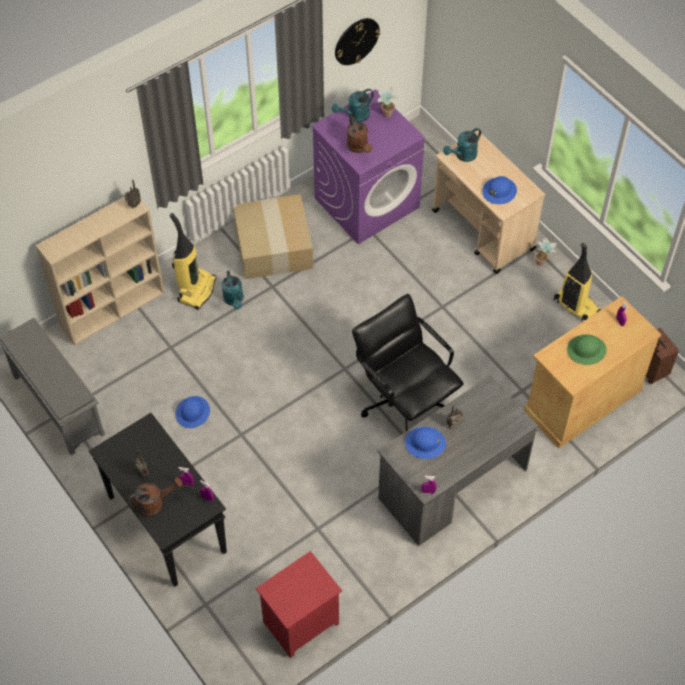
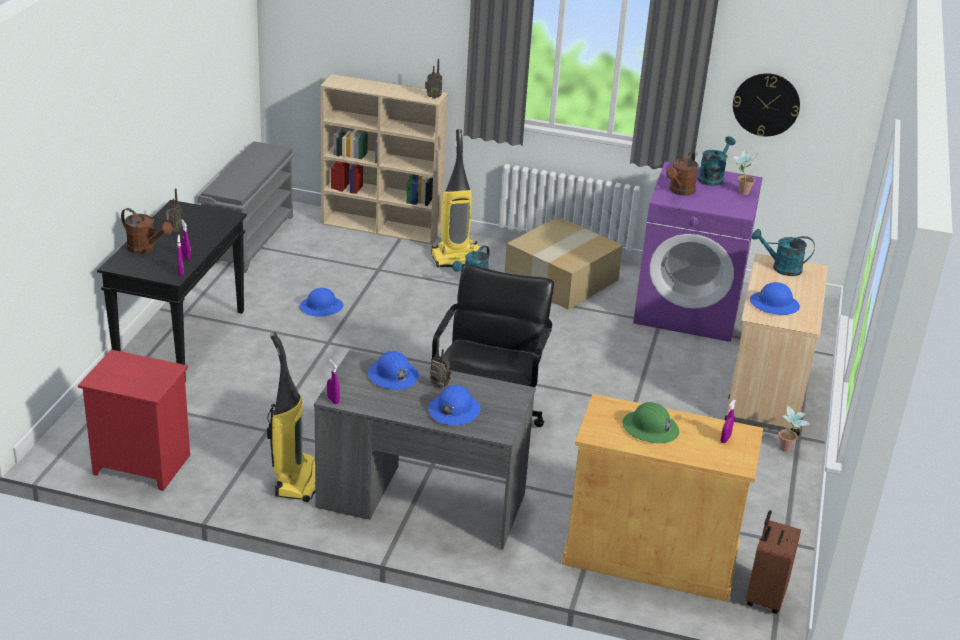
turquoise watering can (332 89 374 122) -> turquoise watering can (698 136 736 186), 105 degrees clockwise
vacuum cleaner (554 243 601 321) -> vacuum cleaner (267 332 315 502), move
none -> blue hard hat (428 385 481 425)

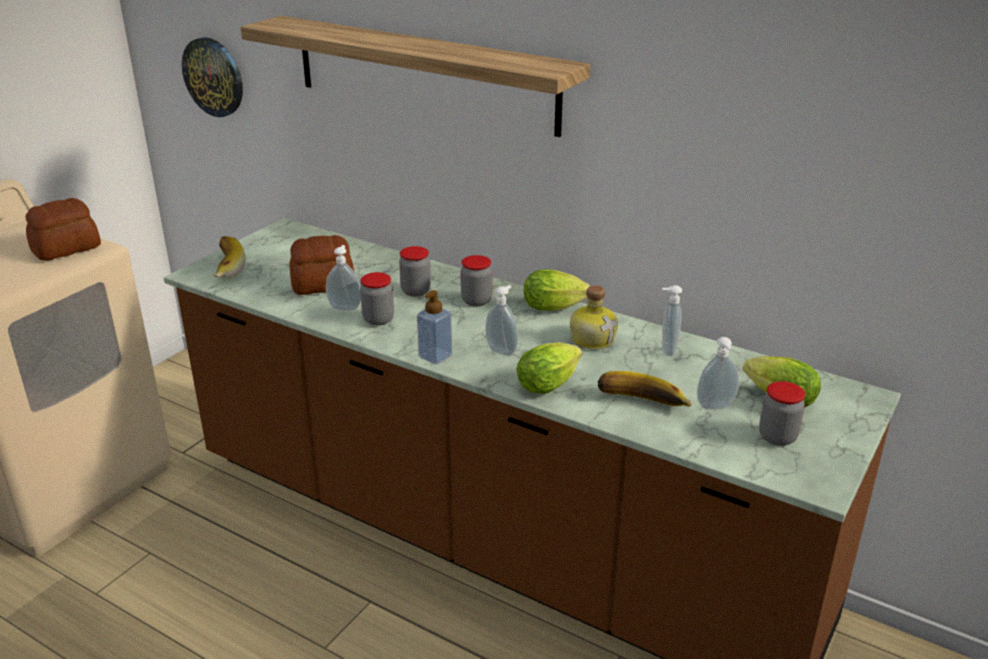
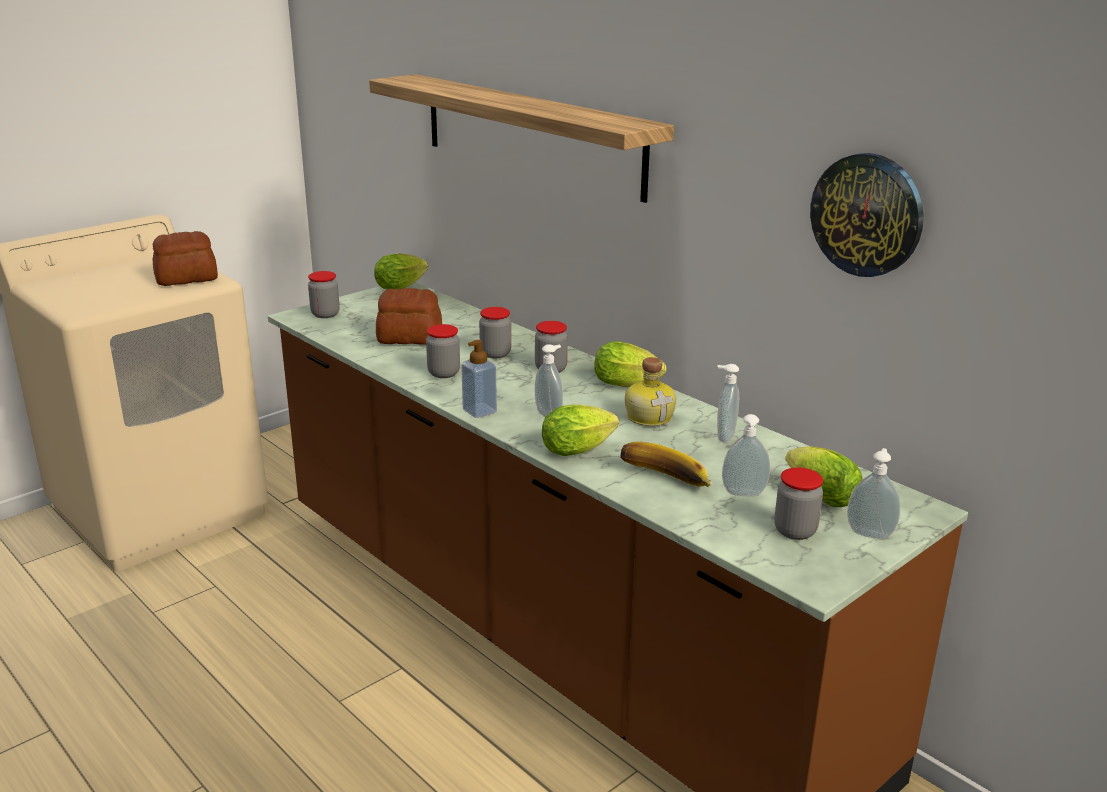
wall clock (182 37 243 117) -> wall clock (810 153 924 277), move
banana (213 236 245 278) -> jar (308 271 340 318)
soap dispenser (326 245 361 311) -> soap dispenser (847 448 900 539), move
none -> lettuce (374 254 428 290)

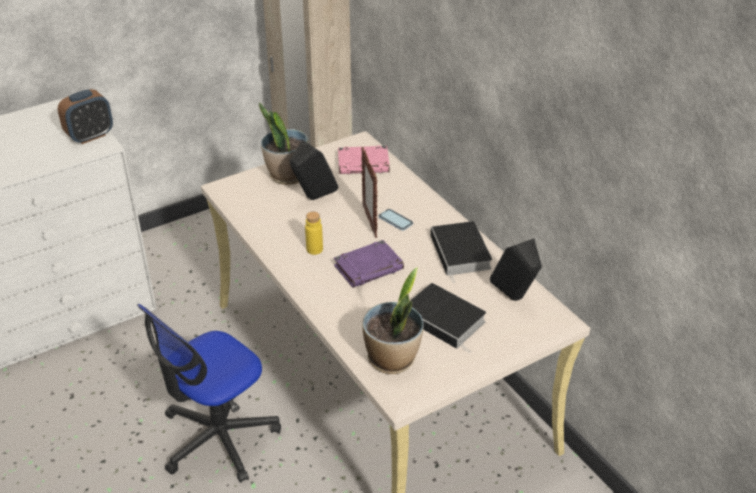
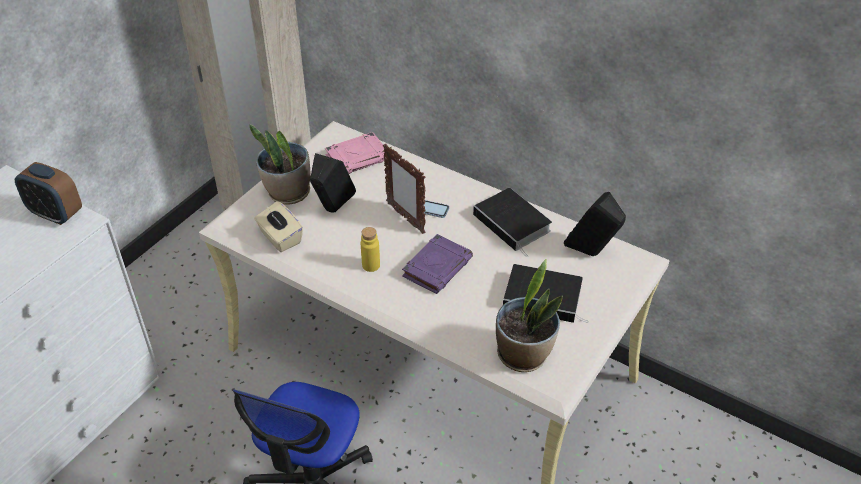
alarm clock (58 89 113 144) -> alarm clock (15 162 82 225), 90 degrees clockwise
none -> beige tissue box (254 201 303 252)

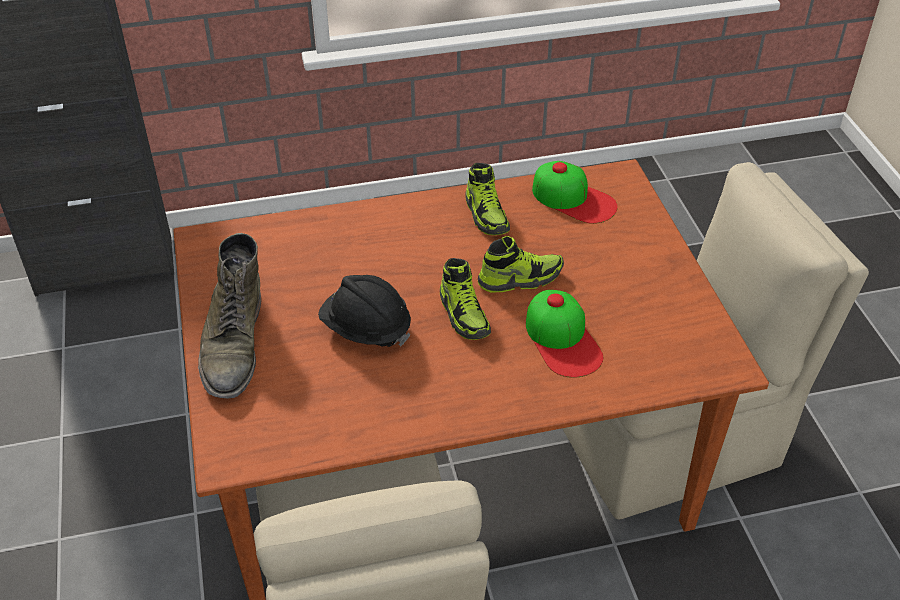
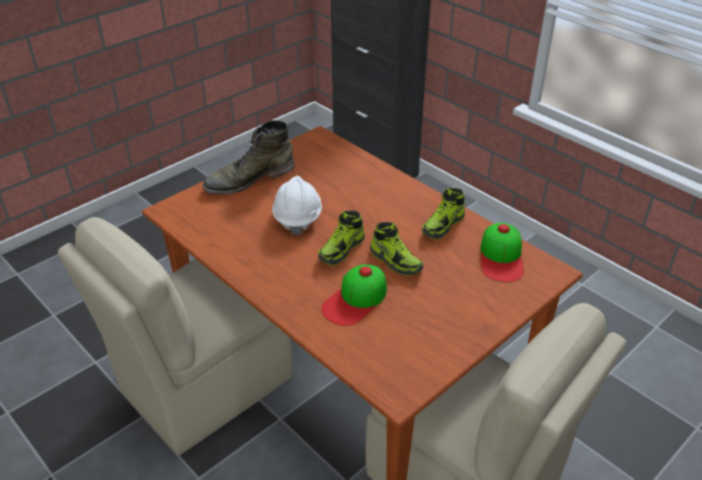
black hard hat (318 275 411 347) -> white hard hat (272 176 322 236)

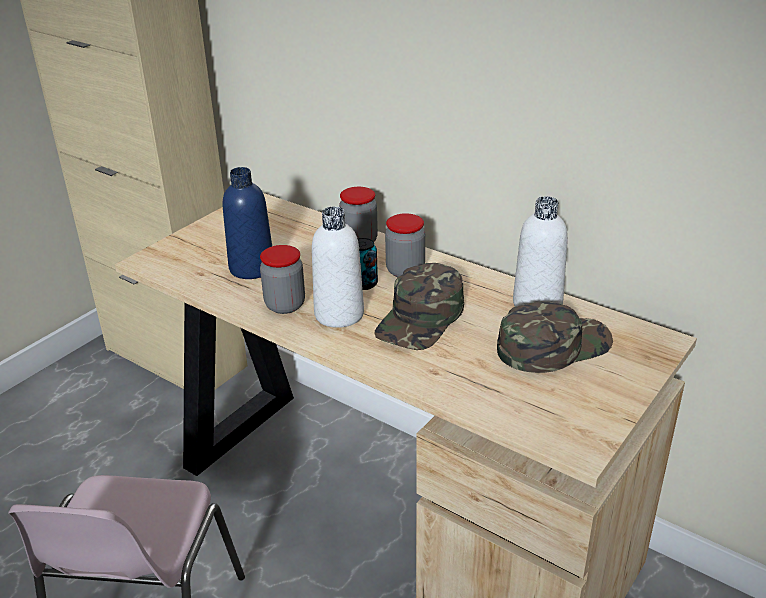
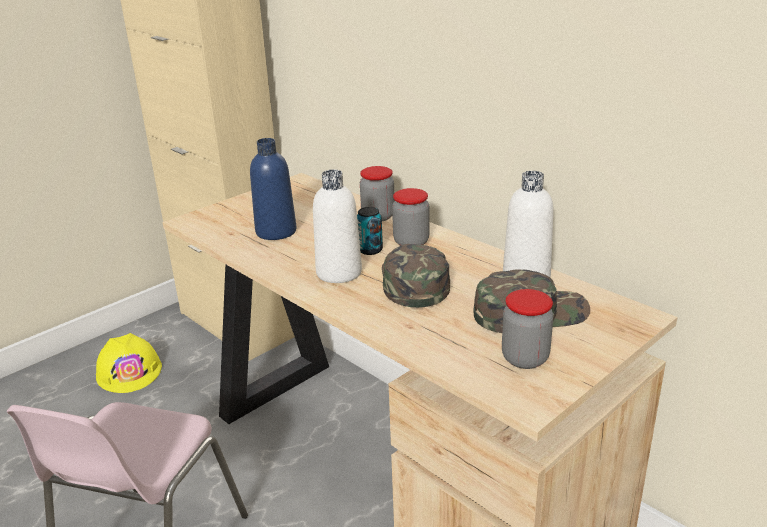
jar (260 245 305 314) -> jar (502 289 553 369), move
green cap (374 263 464 350) -> green cap (382 244 450 308), 135 degrees clockwise
none -> yellow hard hat (96 333 162 393)

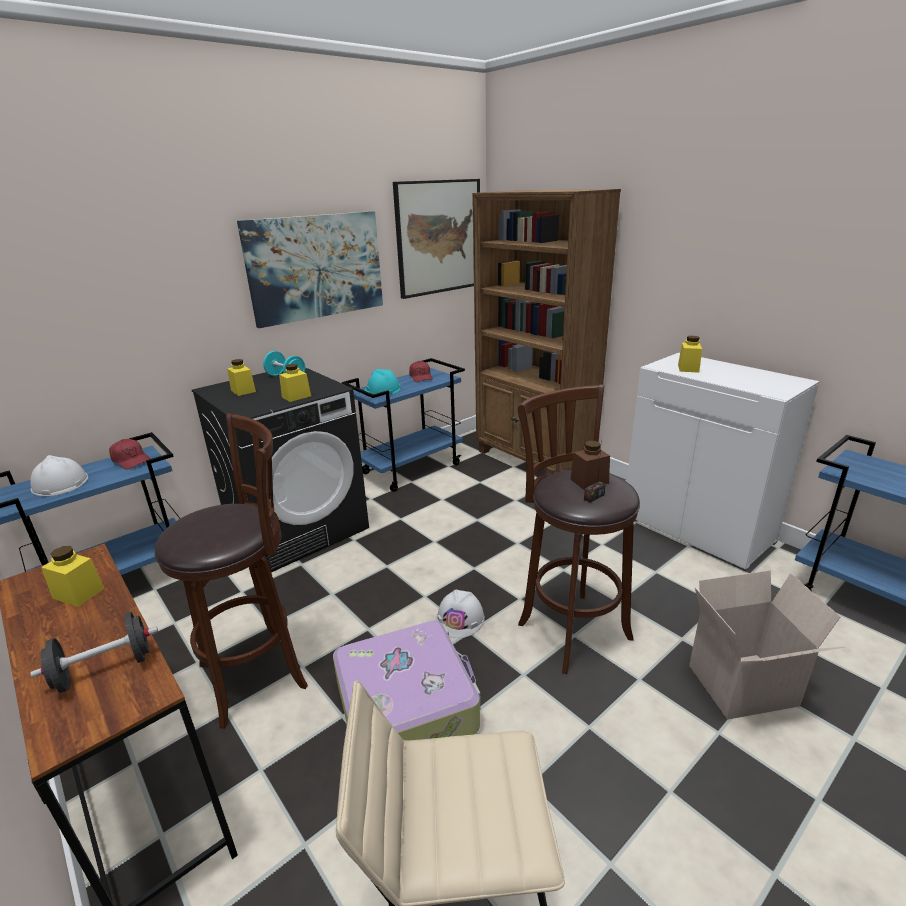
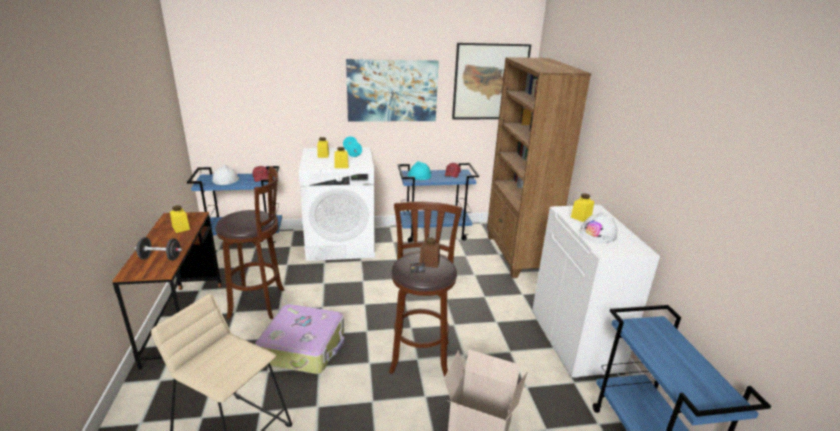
black washing machine (192 367 369 572) -> white washing machine (299 147 375 261)
white hard hat (436 590 485 638) -> white hard hat (579 212 617 243), move

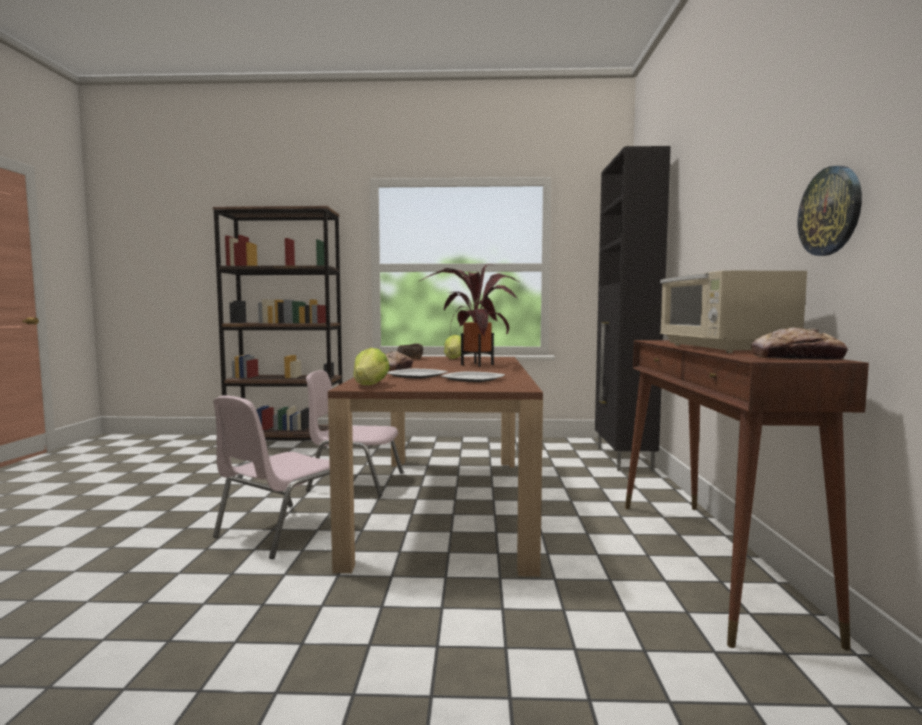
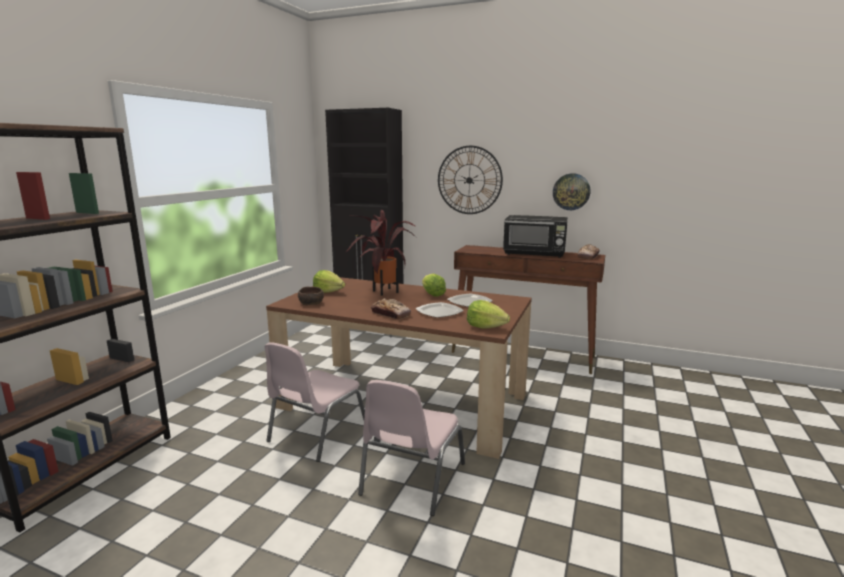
beige microwave (660 271 807 353) -> black microwave (503 215 568 258)
pink chair (213 395 330 559) -> pink chair (358 380 465 516), 60 degrees clockwise
none -> wall clock (438 146 503 214)
none -> lettuce (422 273 446 297)

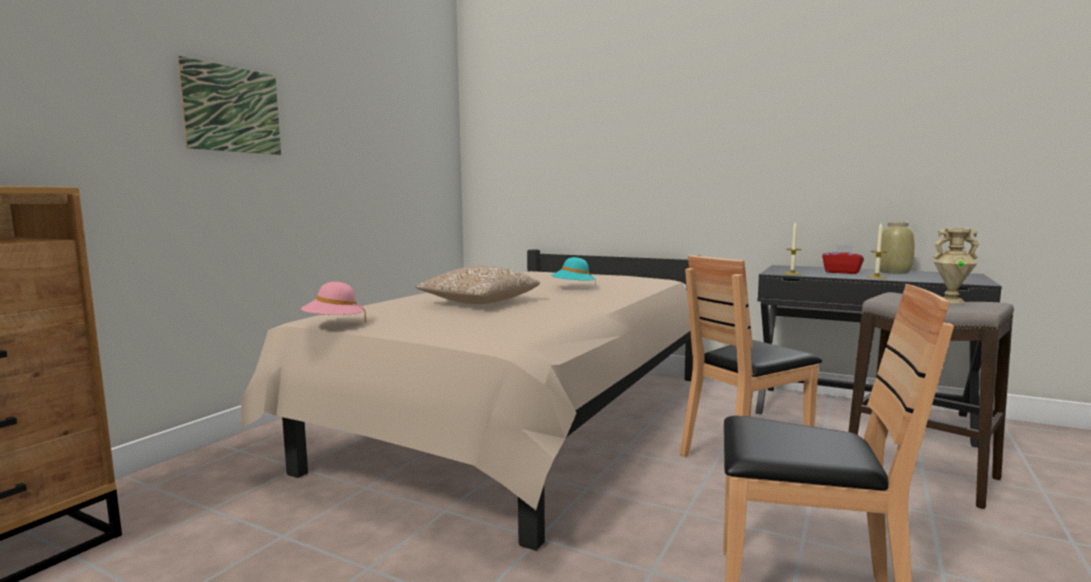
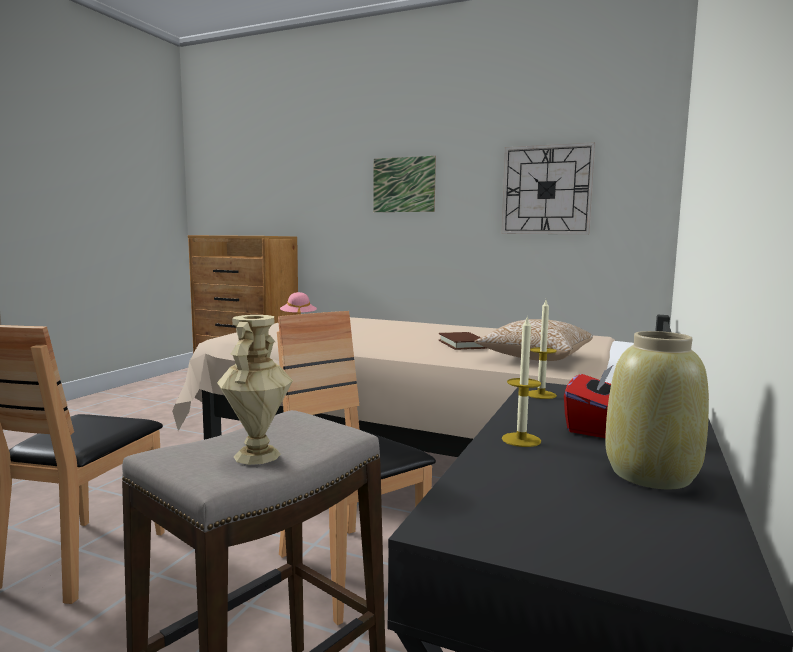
turquoise hat (551 257 596 287) -> brown book (439 332 486 350)
pillow (416 266 540 304) -> pillow (474 319 593 361), move
none -> wall clock (501 142 595 234)

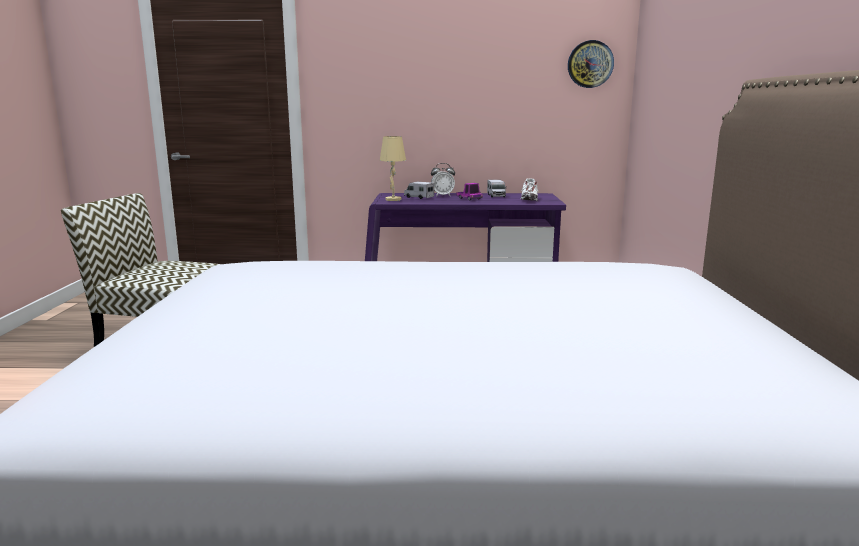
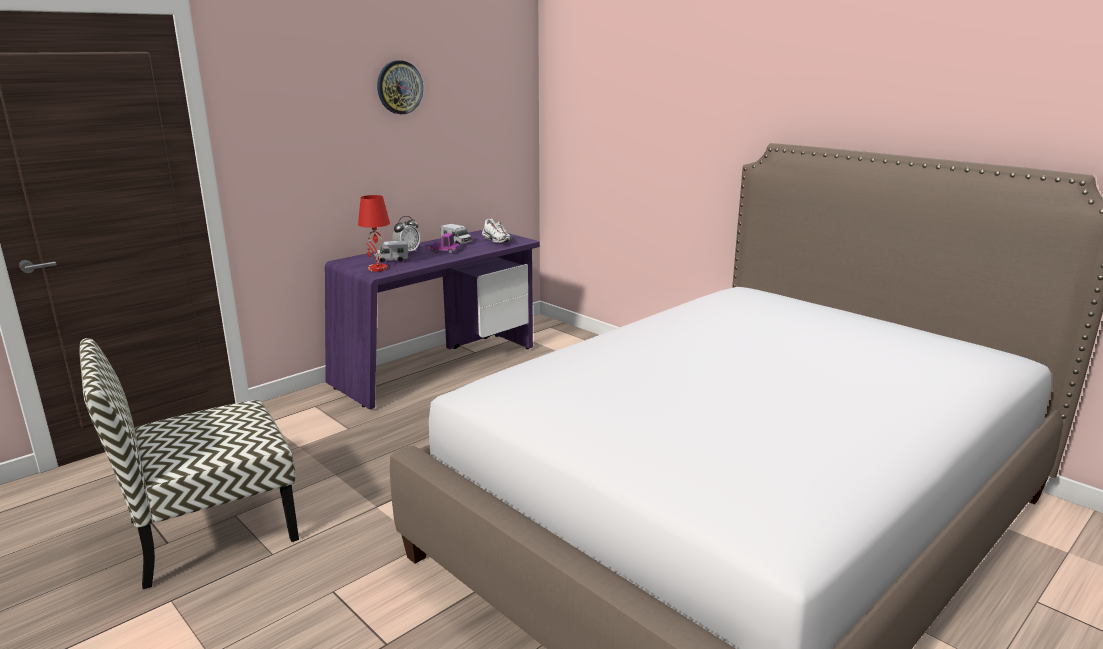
wall clock (568 40 614 88) -> wall clock (377 60 423 114), move
beige table lamp (380 136 406 201) -> red table lamp (358 195 390 272)

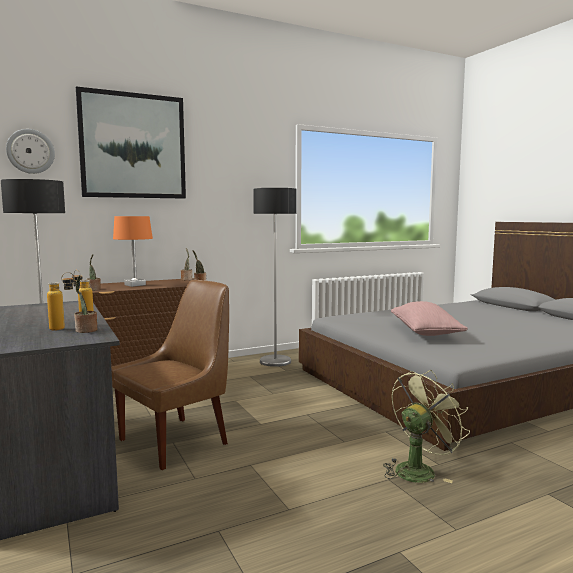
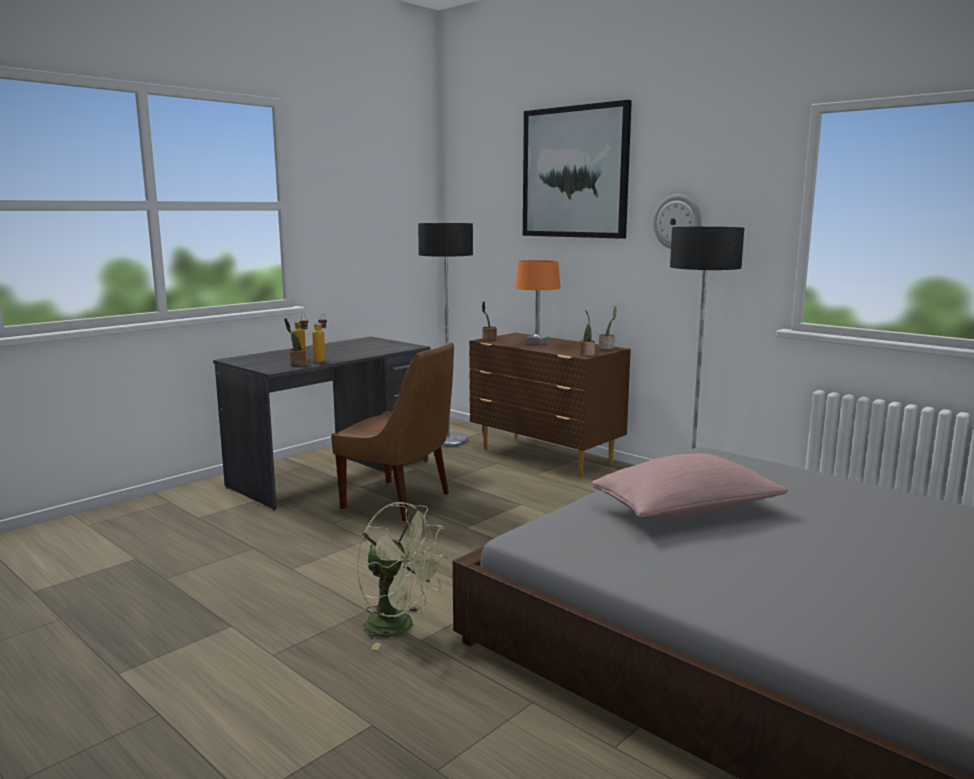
wall clock (6 129 55 174) -> wall clock (653 194 702 249), move

